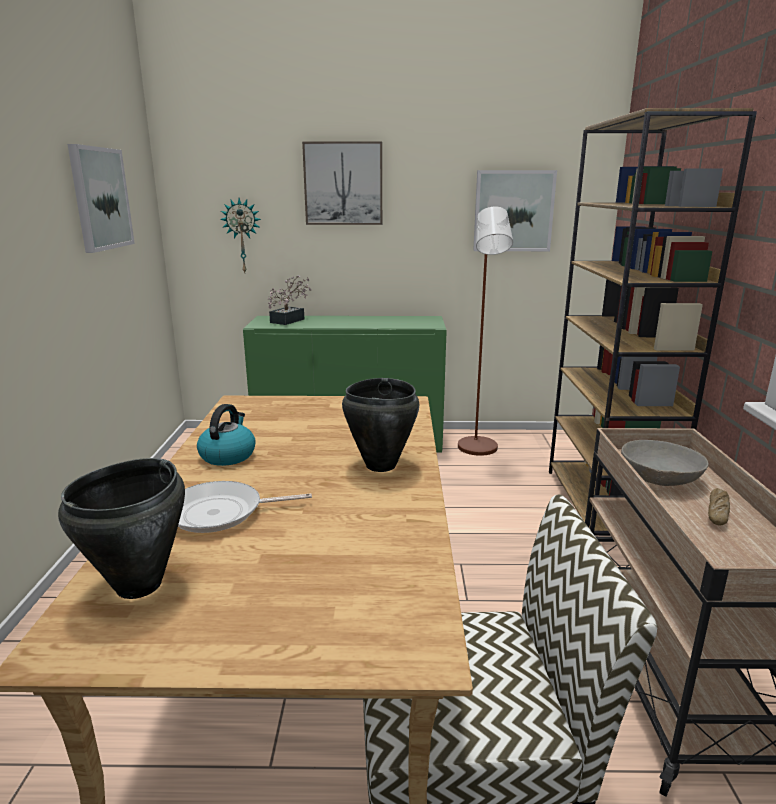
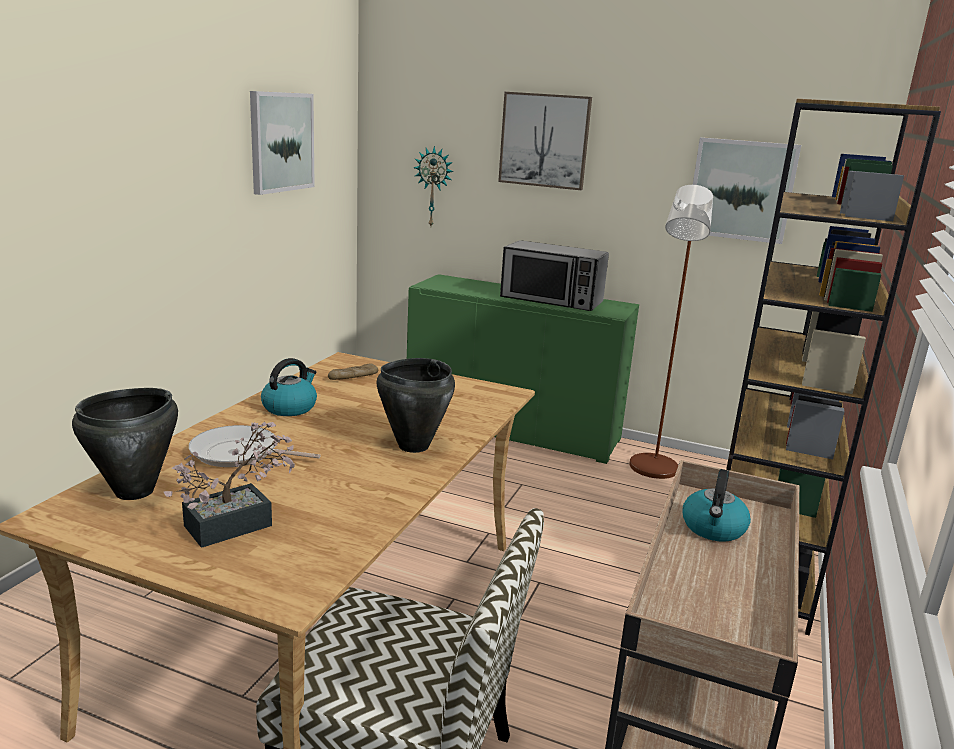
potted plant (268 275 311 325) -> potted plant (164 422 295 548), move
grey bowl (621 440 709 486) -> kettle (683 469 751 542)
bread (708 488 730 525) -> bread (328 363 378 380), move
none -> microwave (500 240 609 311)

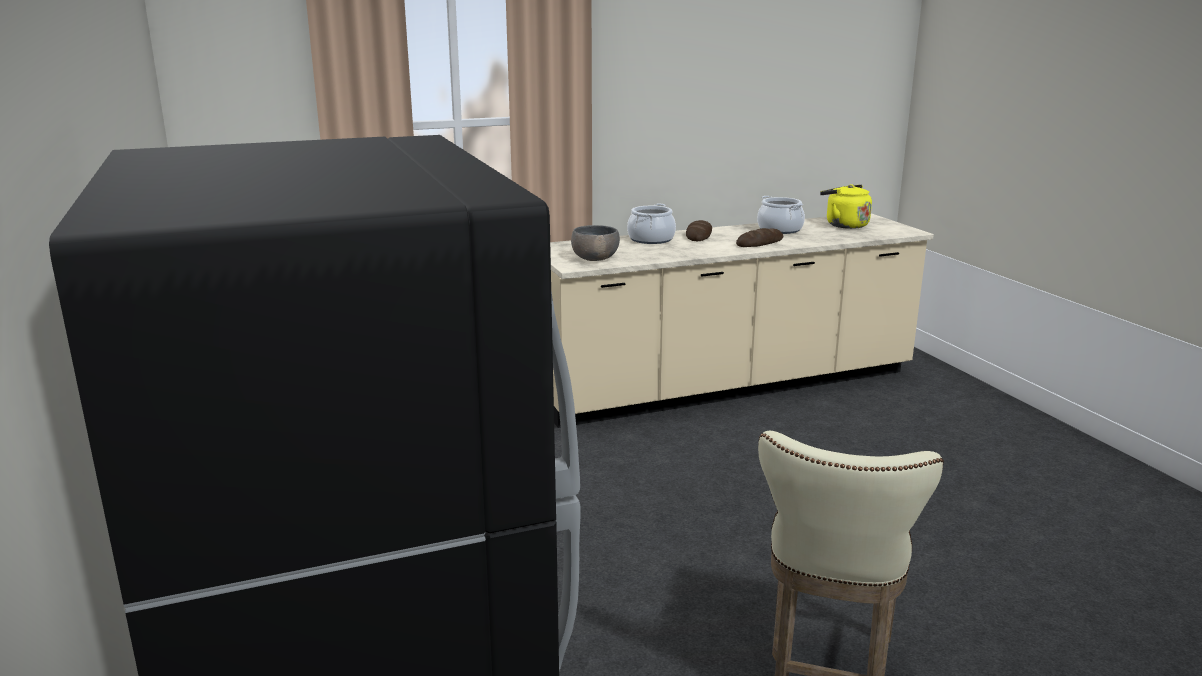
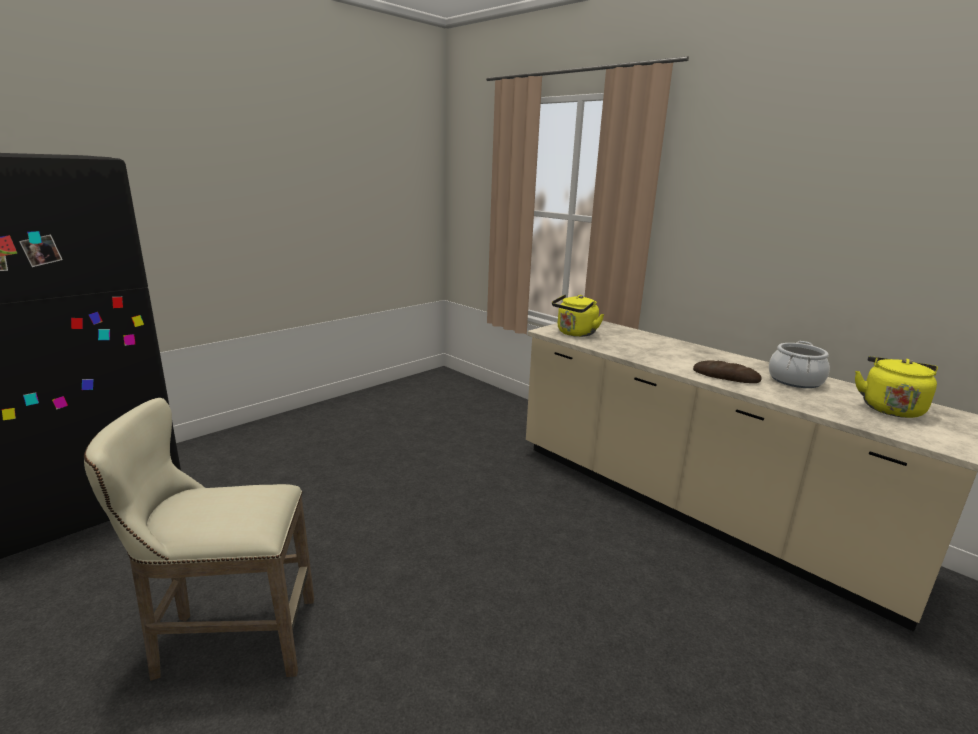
cooking pot (627 204 676 244) -> none
bread (686 220 712 241) -> none
grey bowl (571 225 620 261) -> yellow kettle (552 294 604 337)

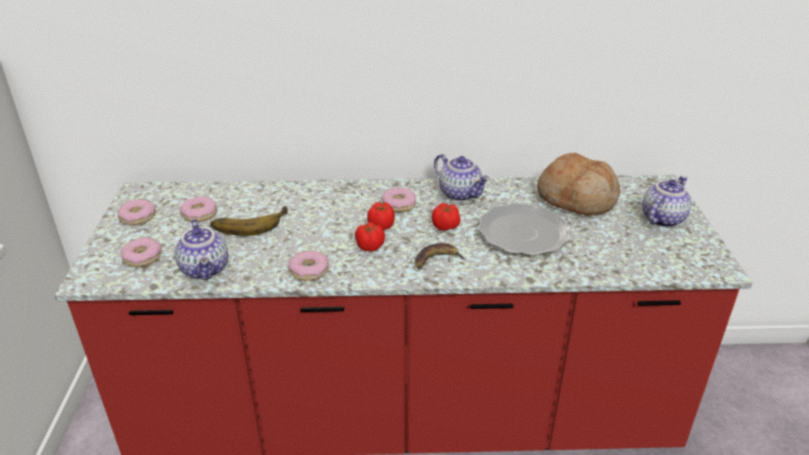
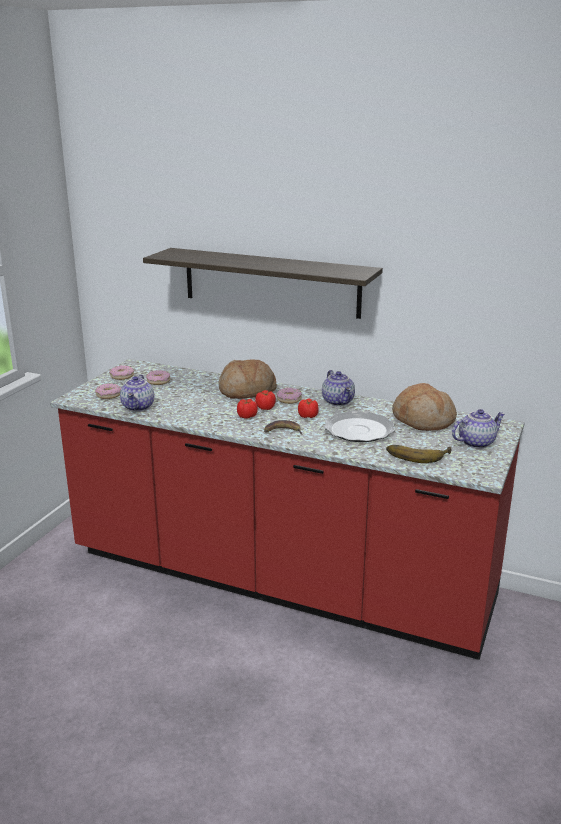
banana (210 206 287 236) -> banana (386 445 452 463), move
donut (288 251 329 281) -> none
none -> shelf (143 248 383 319)
none -> bread (219 359 277 399)

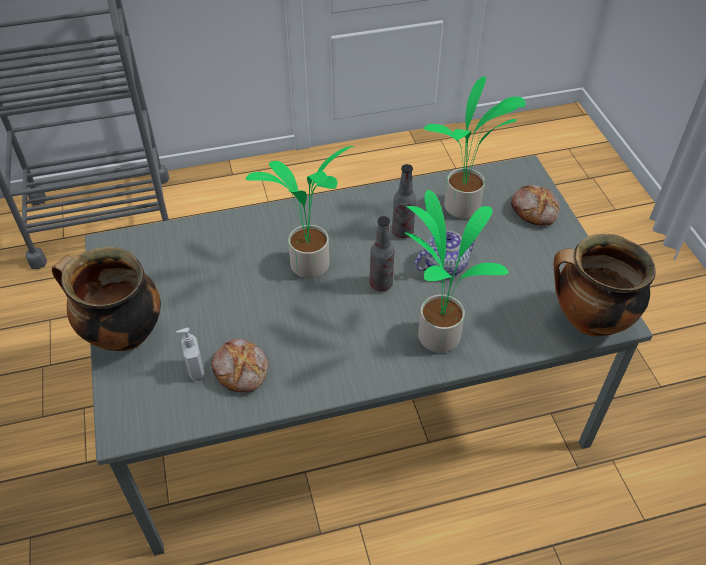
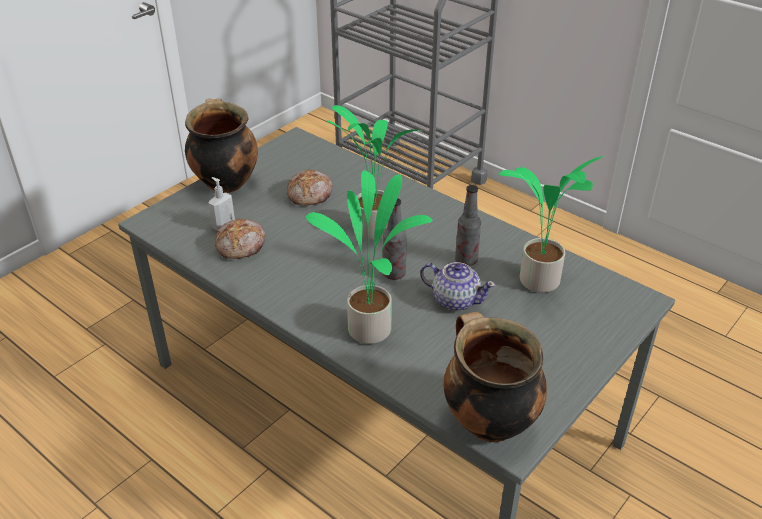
bread (511 185 560 226) -> bread (287 170 333 206), move

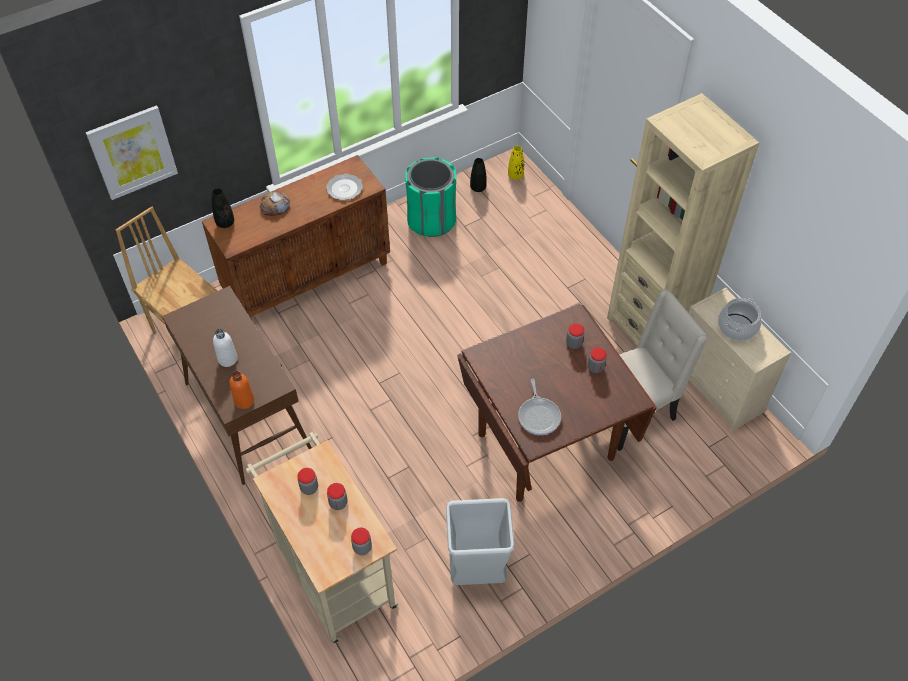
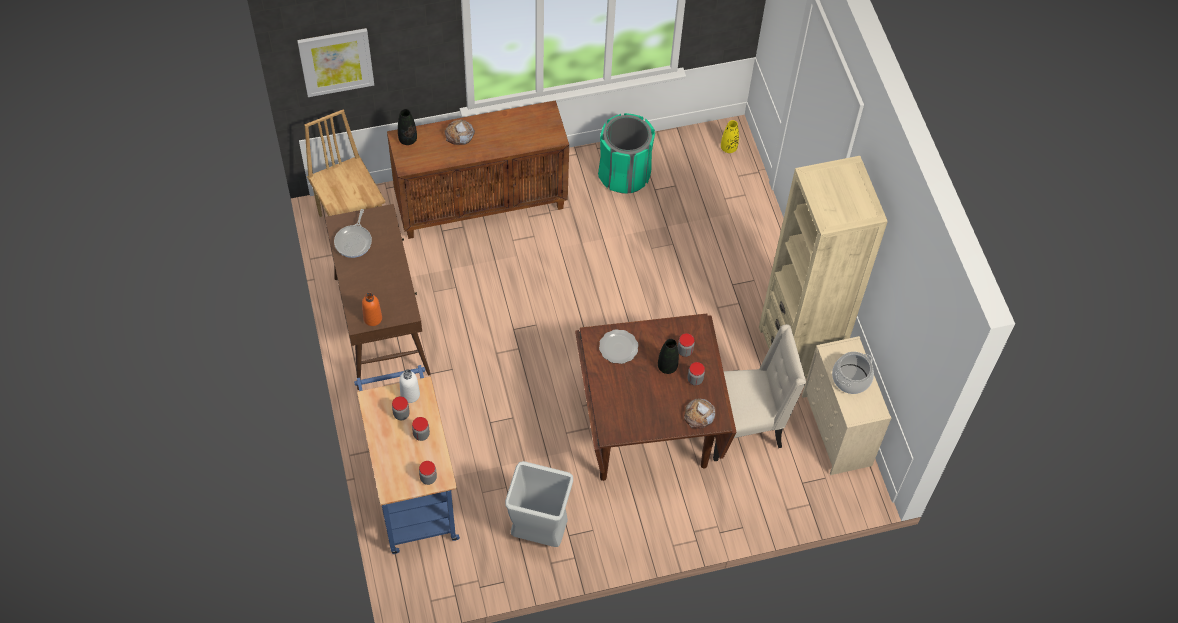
black vase (470 158 487 192) -> black vase (658 339 679 374), move
plate (326 174 363 200) -> plate (599 329 638 364), move
white bottle (213 329 238 367) -> white bottle (399 369 420 403), move
frying pan (518 379 561 435) -> frying pan (334 209 372 258), move
beige cart (246 432 399 644) -> blue cart (354 365 460 554)
none -> bread (684 398 715 428)

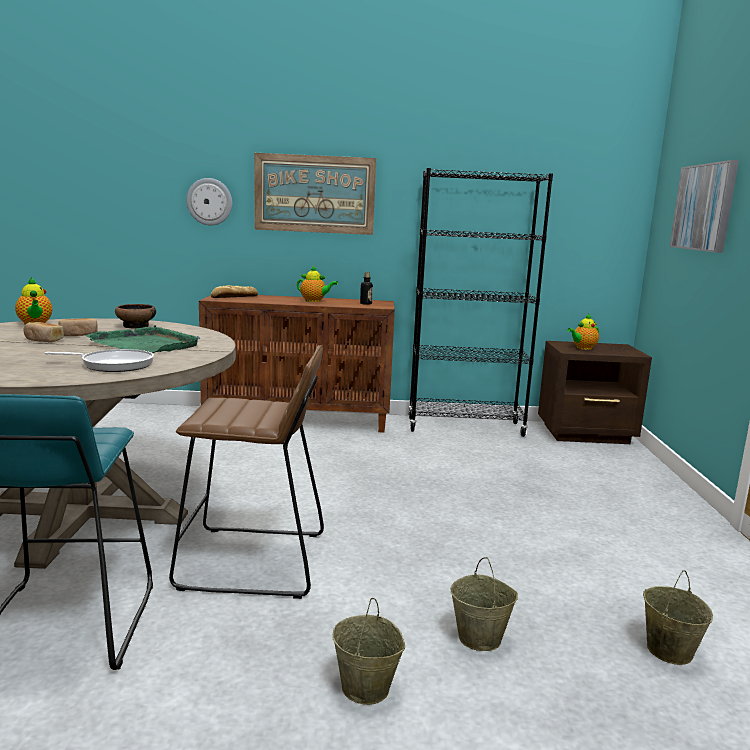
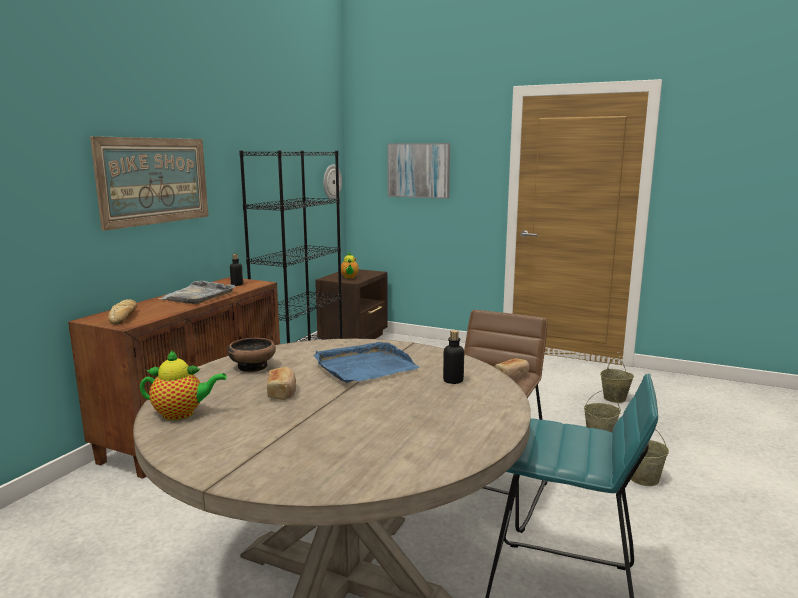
wall clock (186 178 232 226) -> wall clock (323 164 342 200), move
teapot (297 266 338 302) -> grey tray (158 281 235 304)
bread (24 322 64 342) -> bread (495 358 529 381), move
green tray (85 325 200 353) -> blue tray (313 342 420 383)
frying pan (45 349 154 372) -> bottle (443 330 464 384)

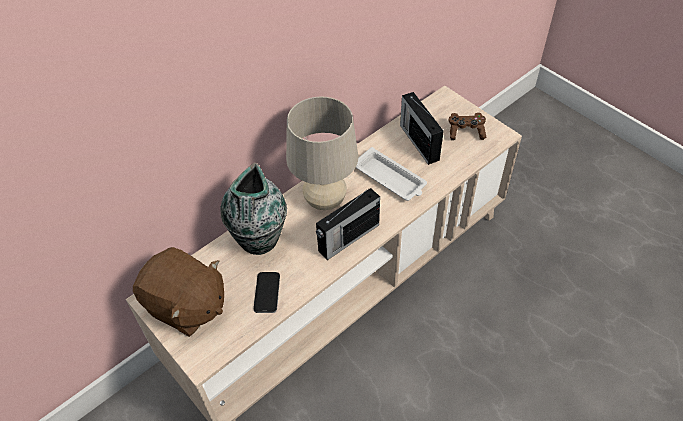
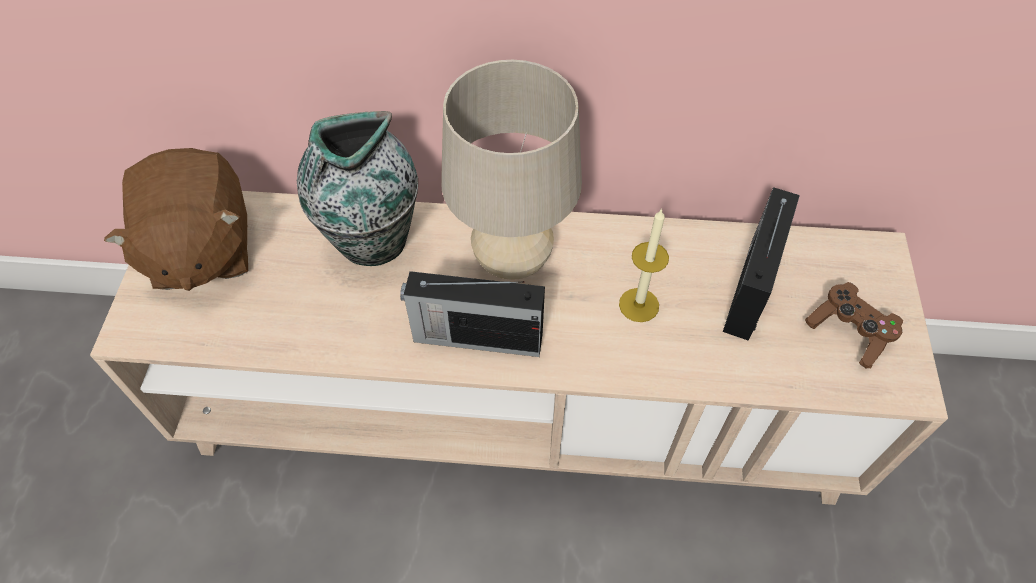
white tray (356 147 427 201) -> candle (619 208 669 322)
phone (254 272 280 313) -> none

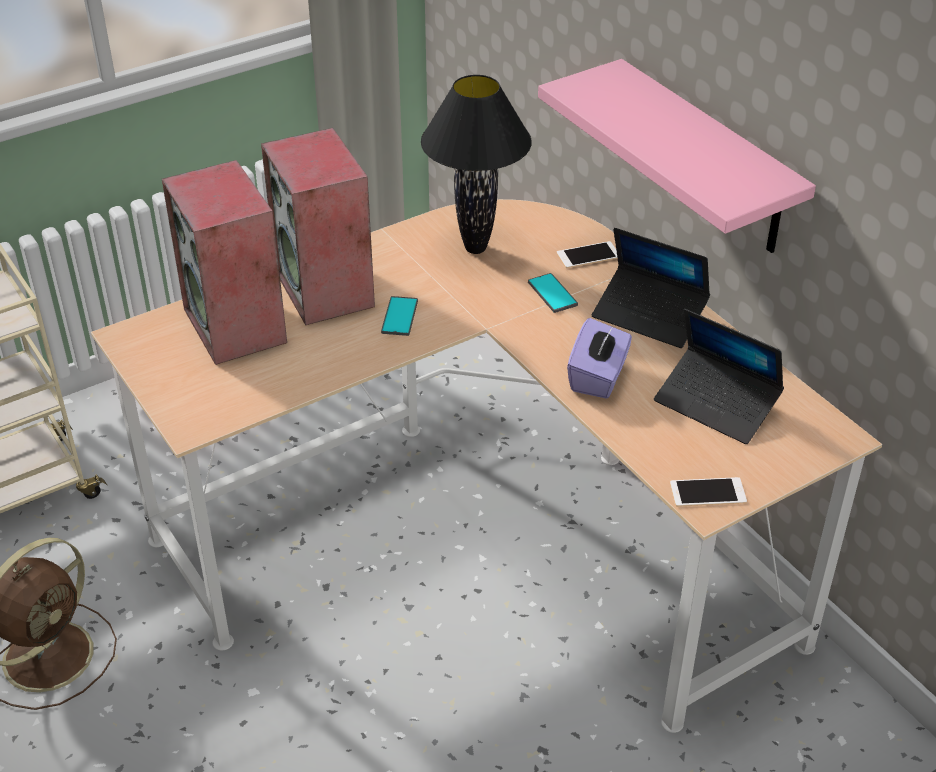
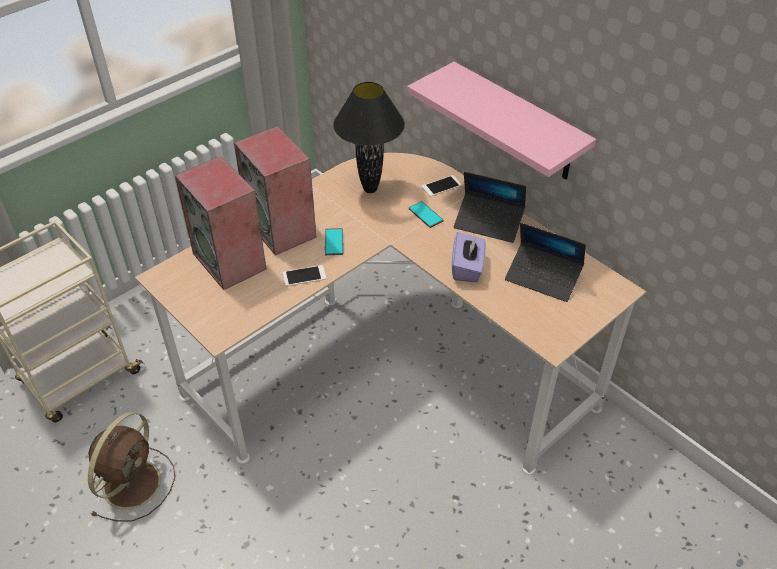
phone (670 477 747 507) -> phone (283 265 326 286), move

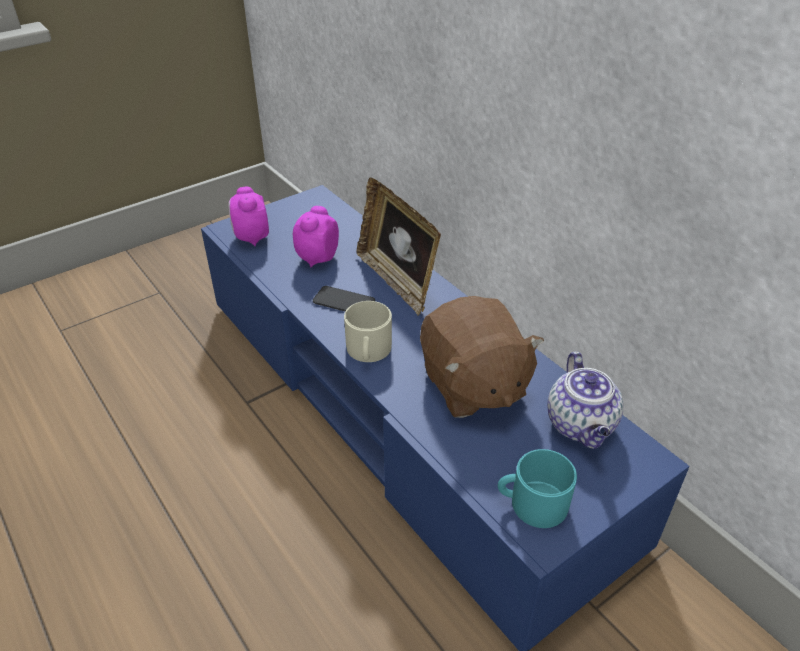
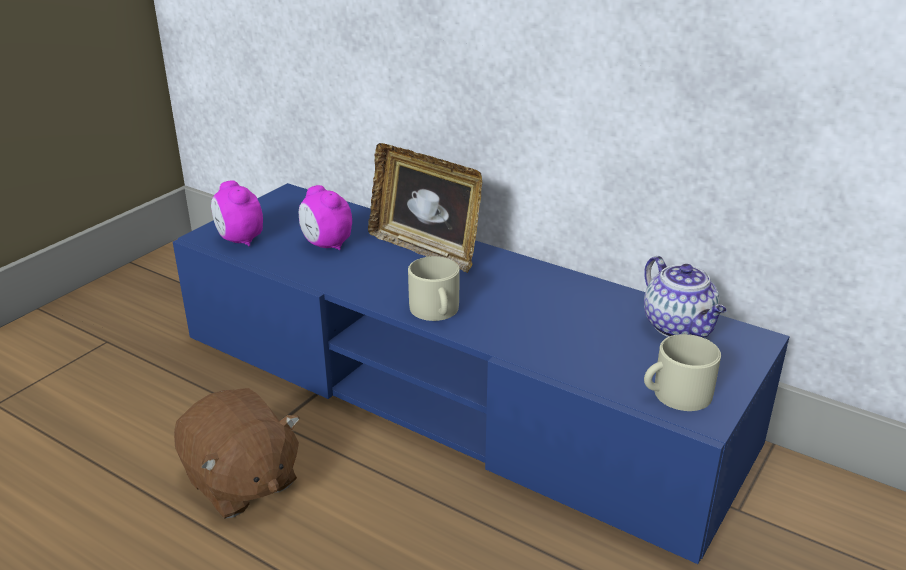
alarm clock (293 206 339 267) -> alarm clock (299 185 352 251), 45 degrees counterclockwise
phone (313 286 375 311) -> none
brown plush toy (420 296 544 418) -> brown plush toy (174 388 300 519), move
turquoise mug (498 449 577 528) -> beige mug (644 334 721 411)

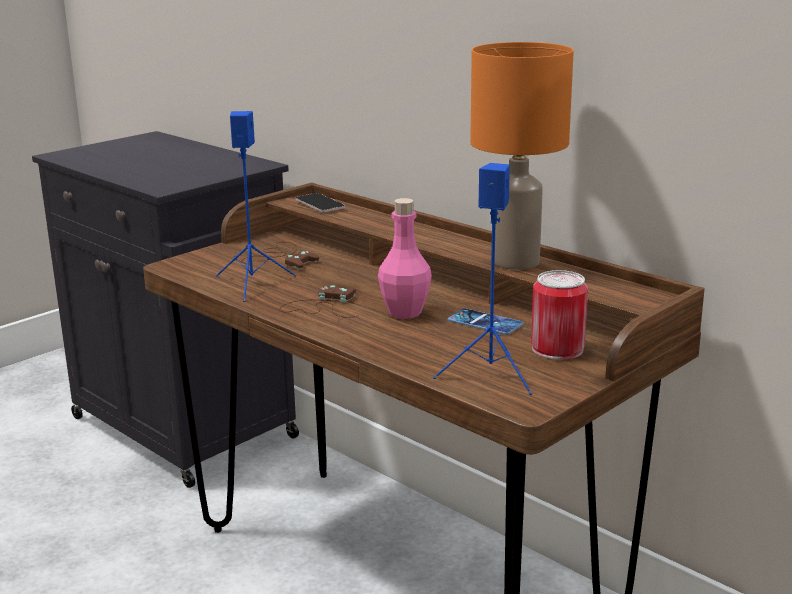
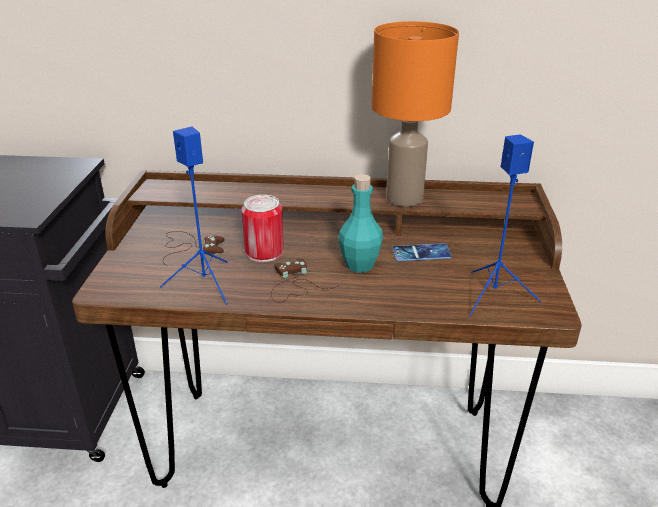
phone (295 193 345 212) -> none
pink bottle (378 198 432 319) -> turquoise bottle (338 174 383 273)
can (531 270 588 360) -> can (241 195 284 262), move

